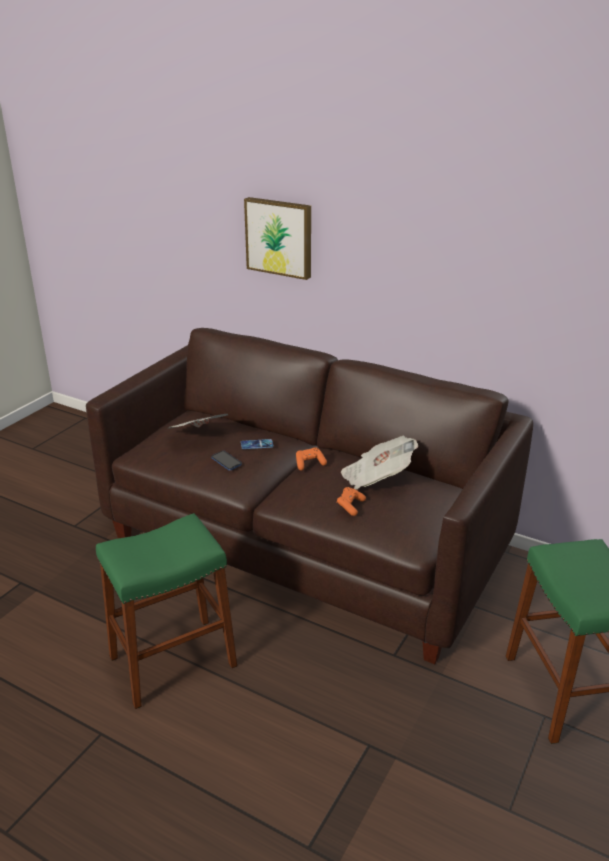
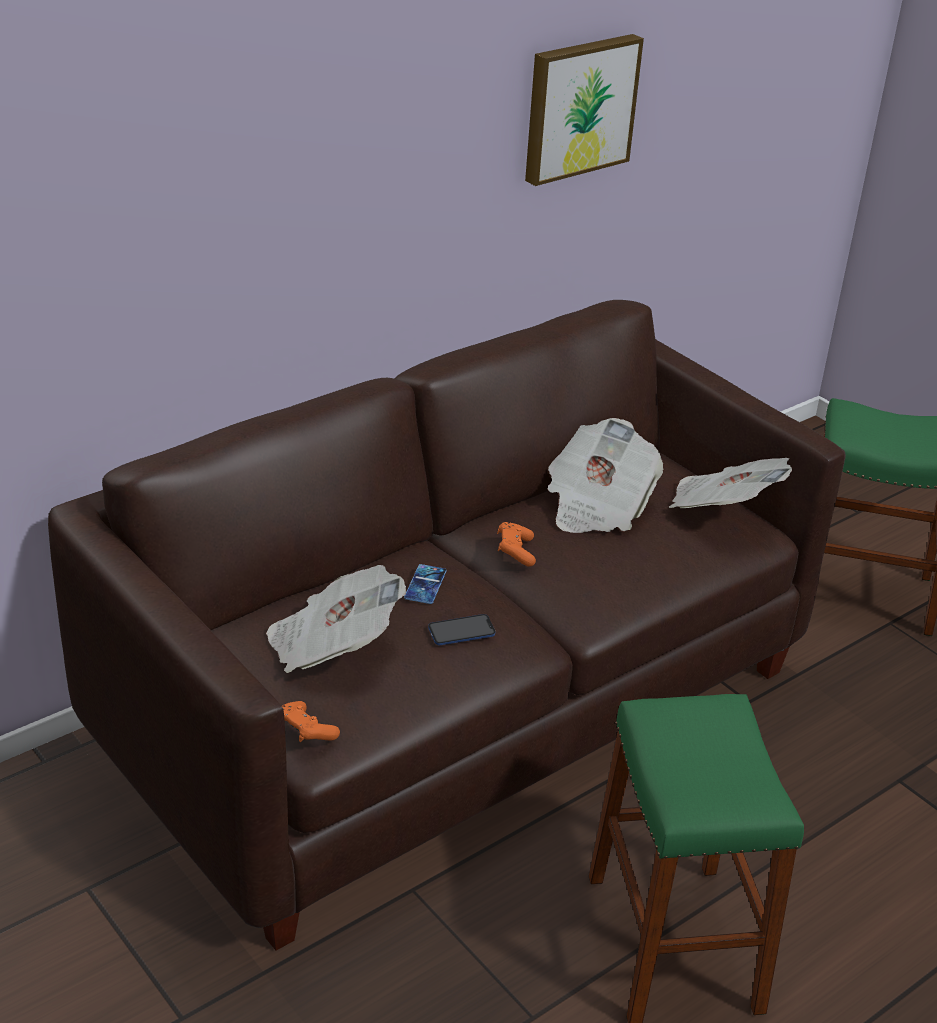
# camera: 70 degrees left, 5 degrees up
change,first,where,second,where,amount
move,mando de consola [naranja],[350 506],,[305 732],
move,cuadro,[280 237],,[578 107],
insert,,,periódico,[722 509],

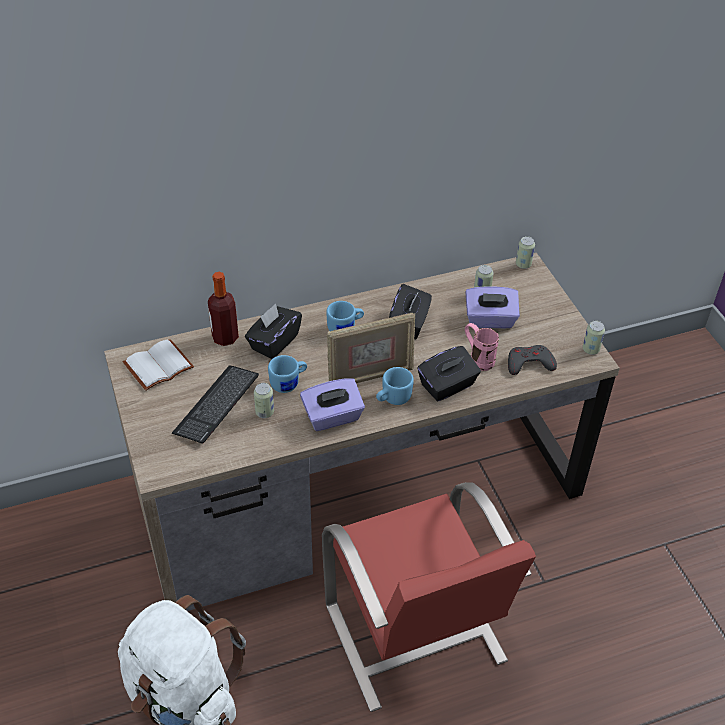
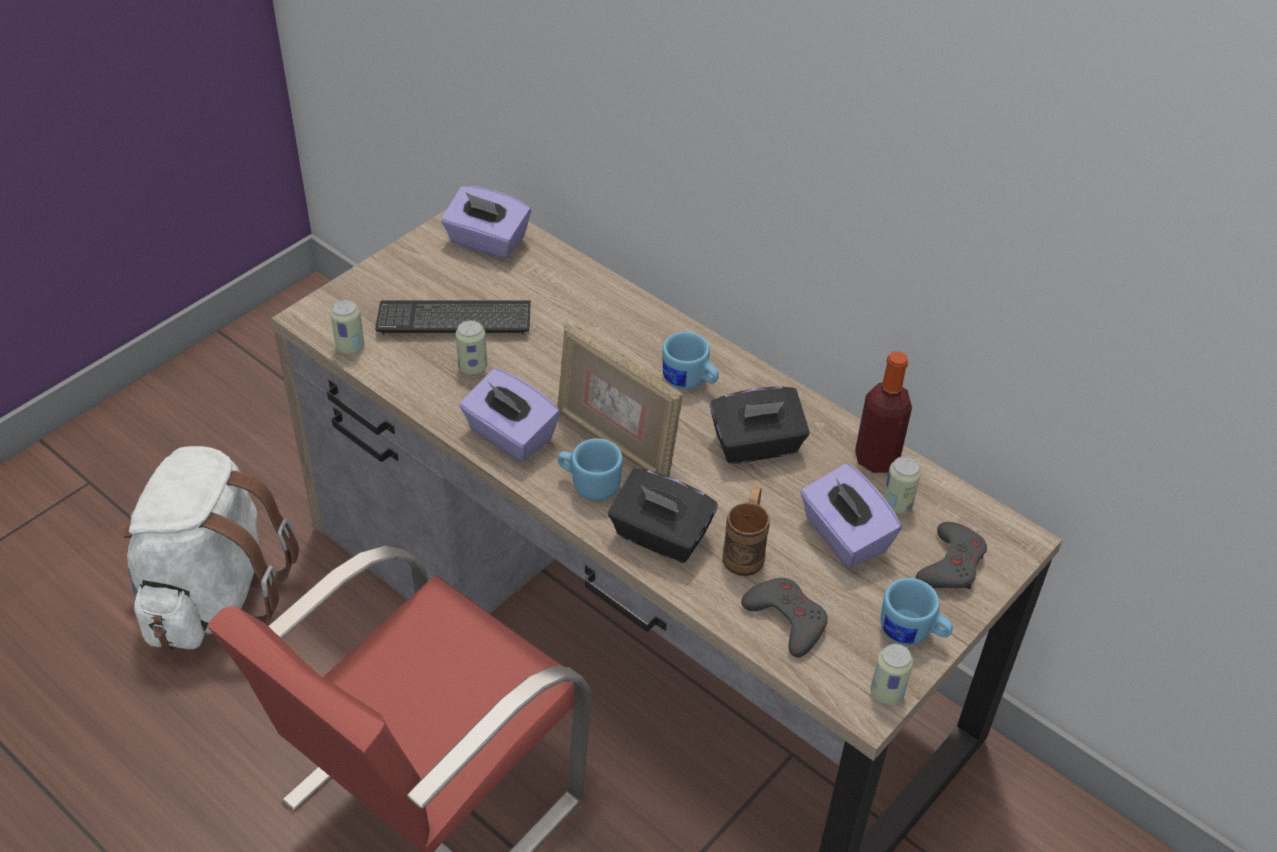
# camera: 60 degrees right, 0 degrees up
change,first,where,second,where,amount
move,lata,[523 264],,[350 346],
replace,libro [blanco],[158 364],caja de pañuelos [morado],[487 242],
recolor,taza grande [rosa],[478 359],taza grande [marrón],[746 551],
move,botella,[225 337],,[876 459],
move,taza grande [azul],[289 383],,[912 633],
insert,,,mando de consola [gris],[951 564],
delete,caja de pañuelos [negro],[274 342],,,

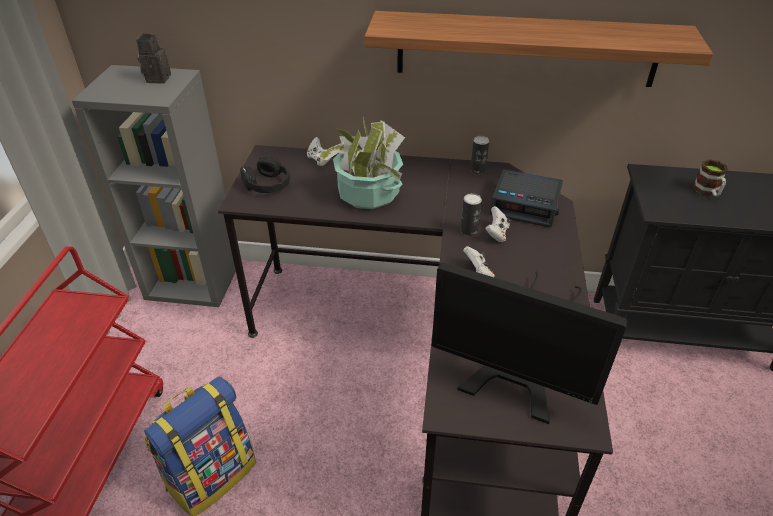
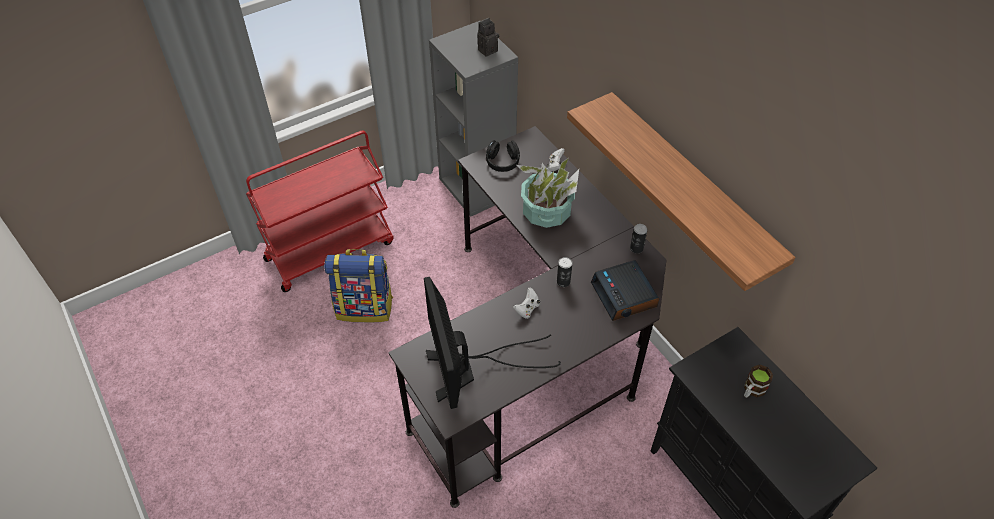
# camera: 50 degrees right, 10 degrees up
change,first,where,second,where,amount
delete,mando de consola [blanco],[496 233],,,

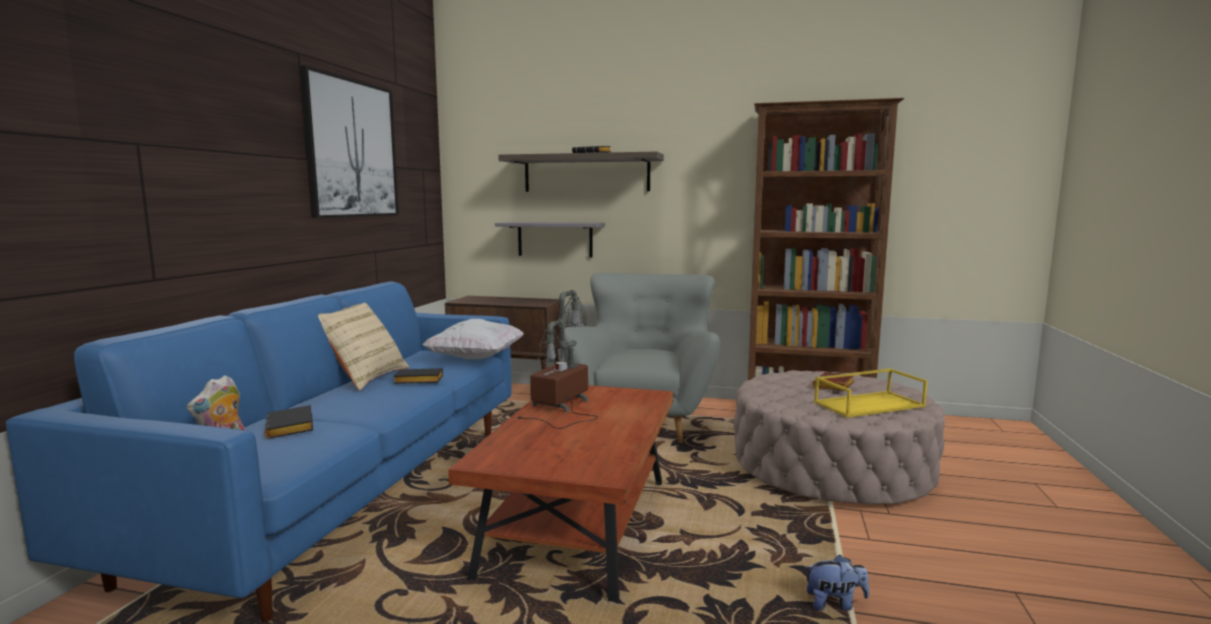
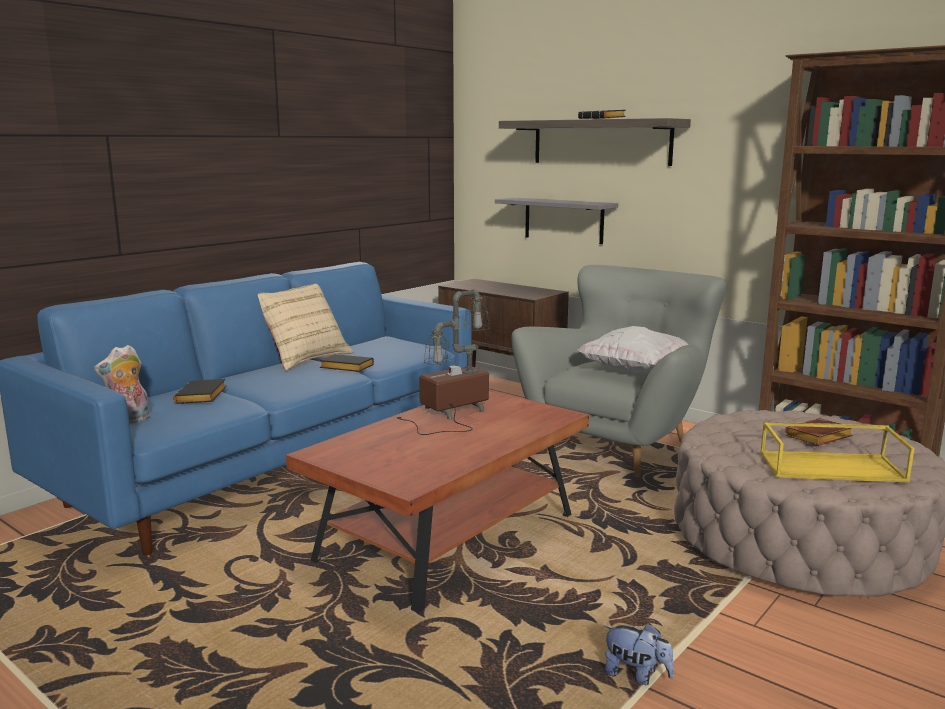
# camera: 25 degrees right, 5 degrees up
change,first,where,second,where,amount
move,cojín [blanco],[475 358],,[633 371],
delete,cuadro,[352 149],,,

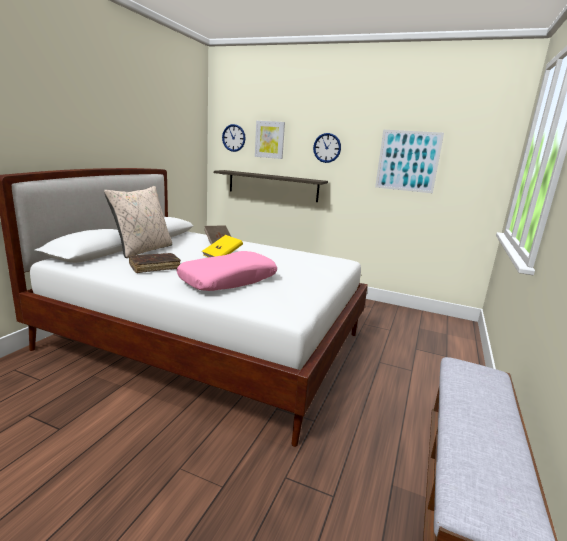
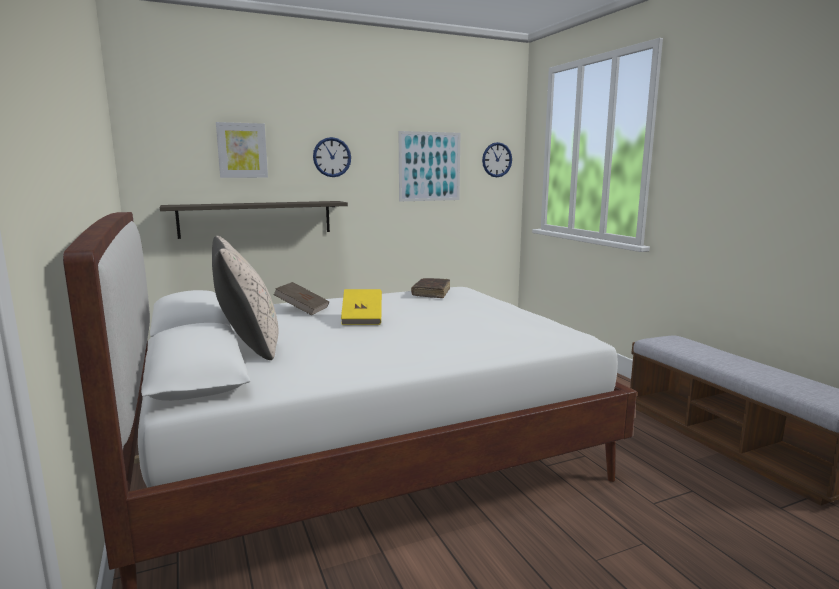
# camera: 45 degrees left, 5 degrees down
change,first,where,second,where,amount
move,libro [marrón],[154 267],,[431 293],
move,reloj de pared,[233 138],,[497 160],
delete,cojín [rosa],[228 280],,,

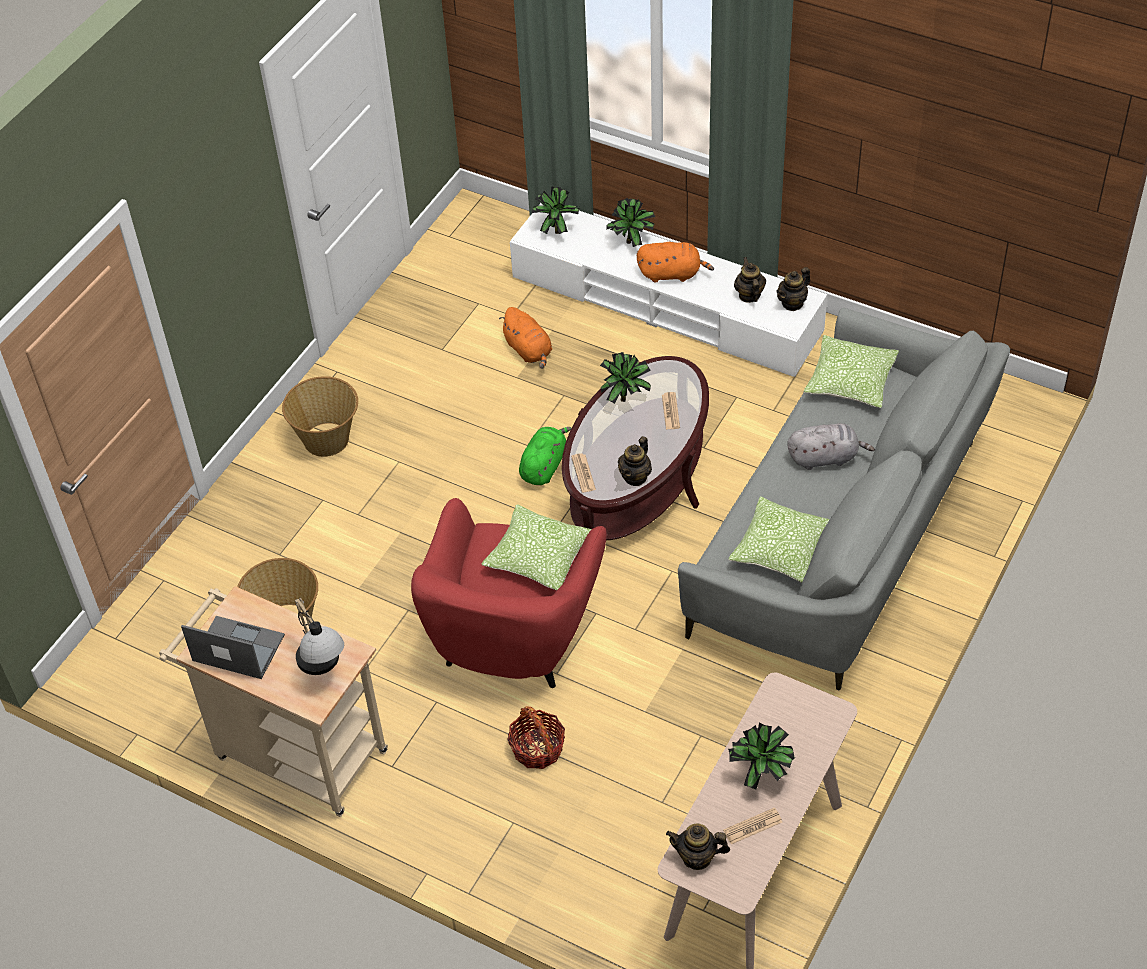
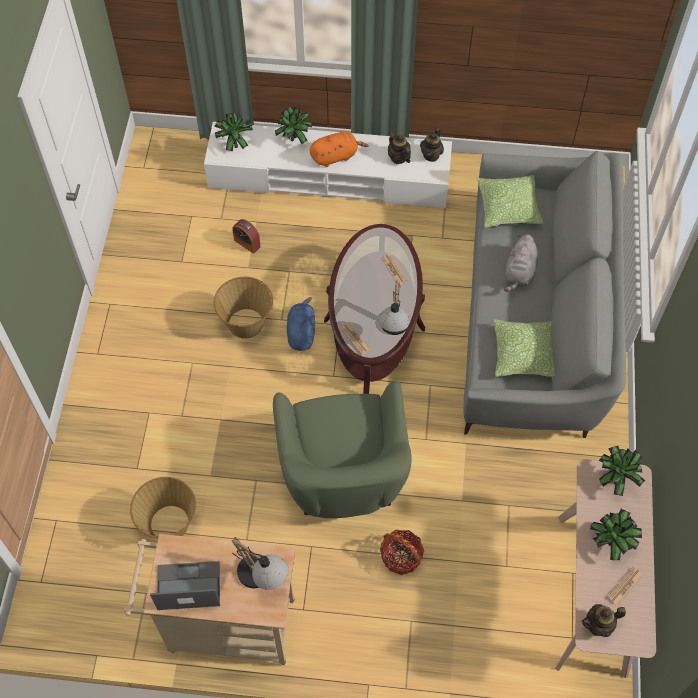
# camera: 25 degrees left, 10 degrees up
change,first,where,second,where,amount
move,cesta,[327 439],,[246 323],
replace,peluche [naranja],[529 350],despertador,[247 243],
recolor,sillón [rojo],[513 637],sillón [verde],[343 475],
recolor,peluche [verde],[544 466],peluche [azul],[301 332],
replace,tetera,[635 476],lámpara de mesa,[393 329],
rotate,peluche [gris],[825 457],,[519 272],135 degrees clockwise
move,planta en maceta,[625 397],,[616 479],
delete,cojín,[538 557],,,

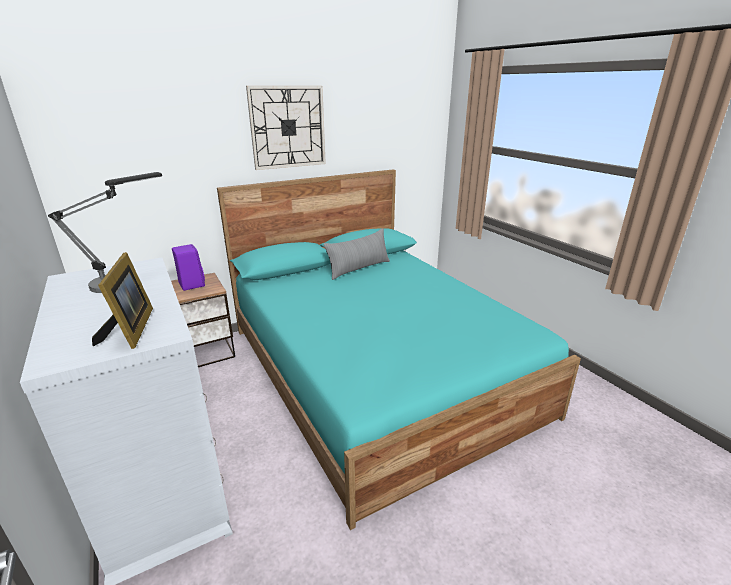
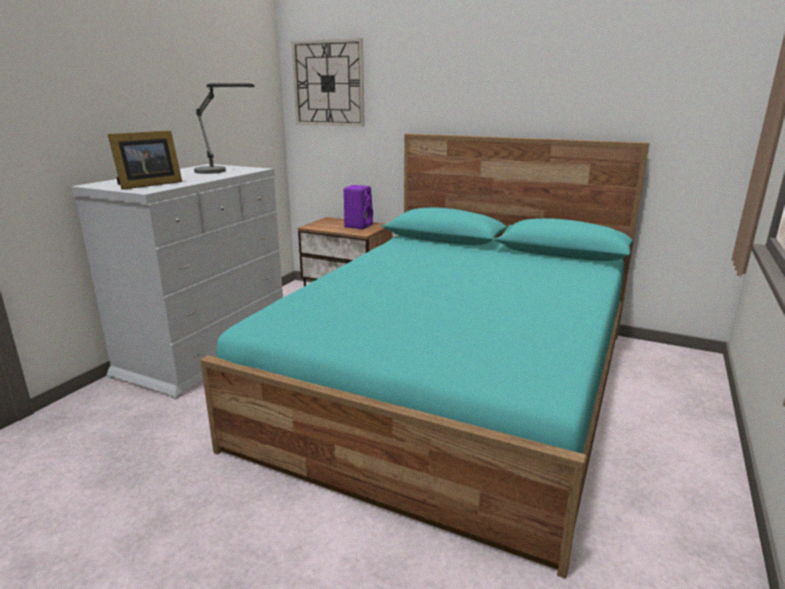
# camera: 55 degrees right, 5 degrees down
change,first,where,second,where,amount
move,reloj de pared,[288 127],,[328 83],
delete,cojín [gris],[359 268],,,

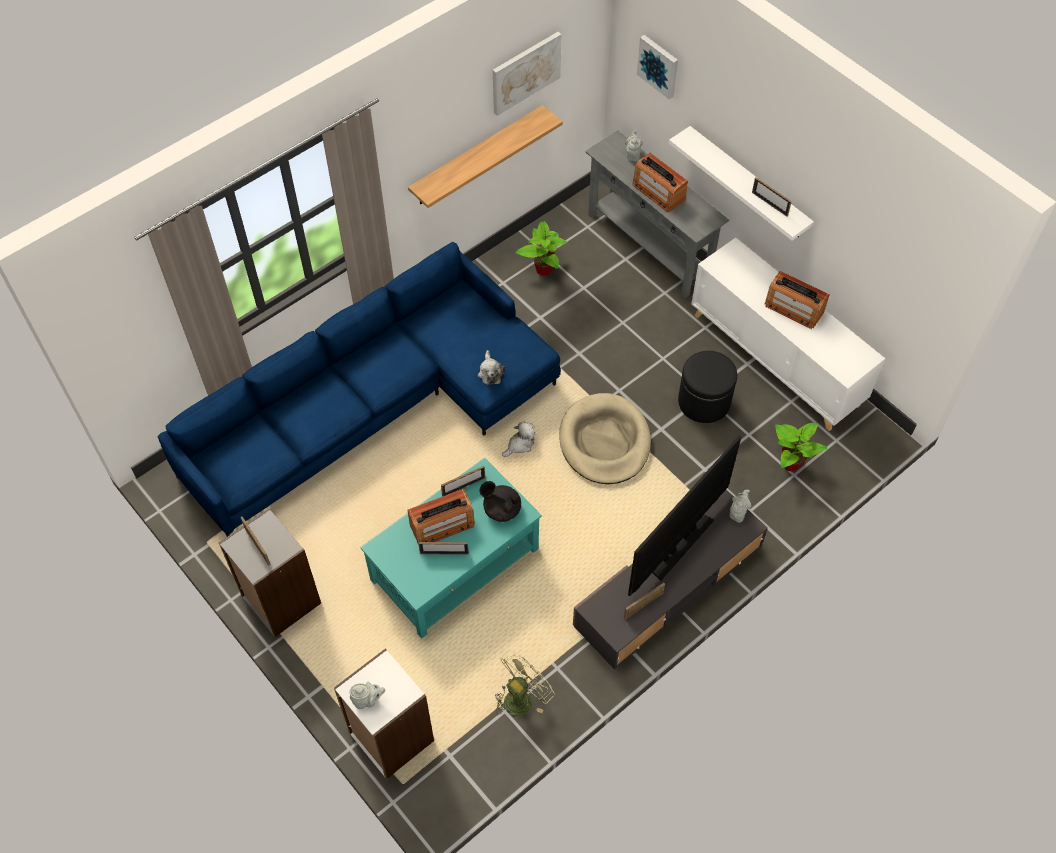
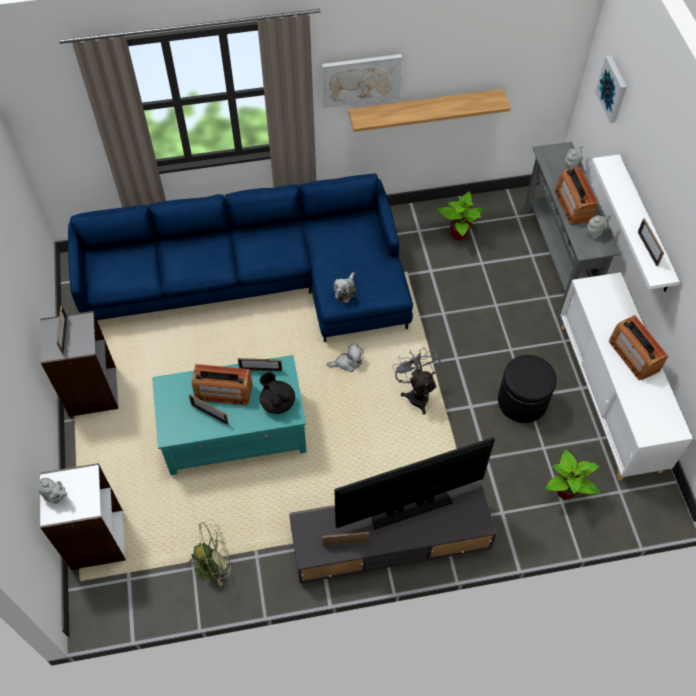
# camera: 30 degrees right, 0 degrees up
change,first,where,second,where,amount
move,cuadro,[525 72],,[361 79],
replace,cama para perro [beis],[604 441],ventilador [gris],[416 393],
move,tetera [gris],[738 512],,[595 233],

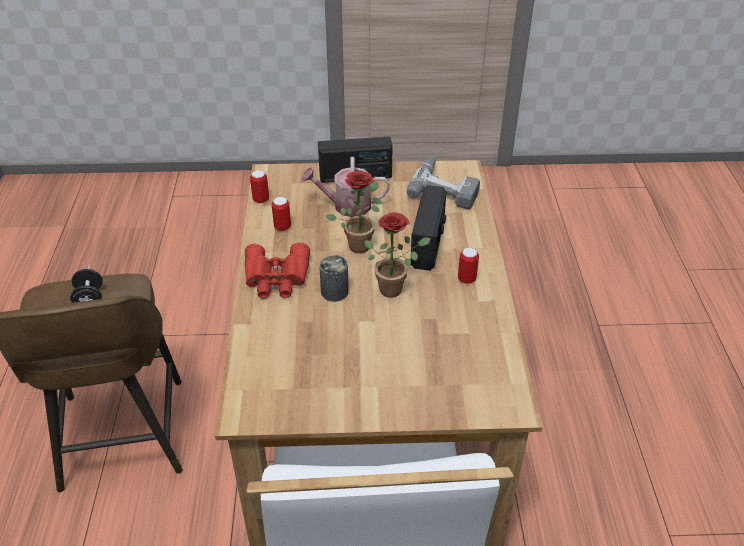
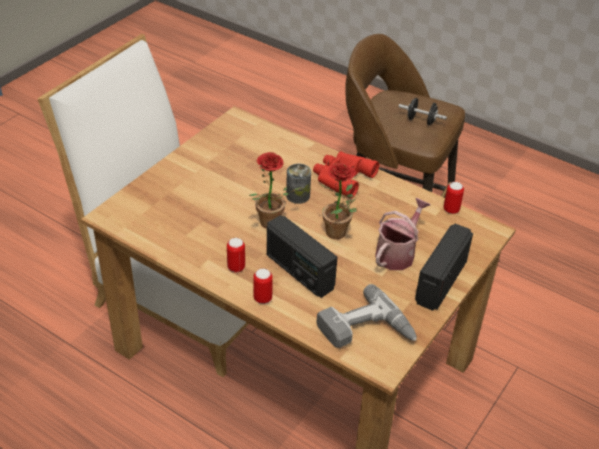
# camera: 125 degrees right, 0 degrees up
change,first,where,second,where,amount
move,lata,[282 227],,[262 298],

